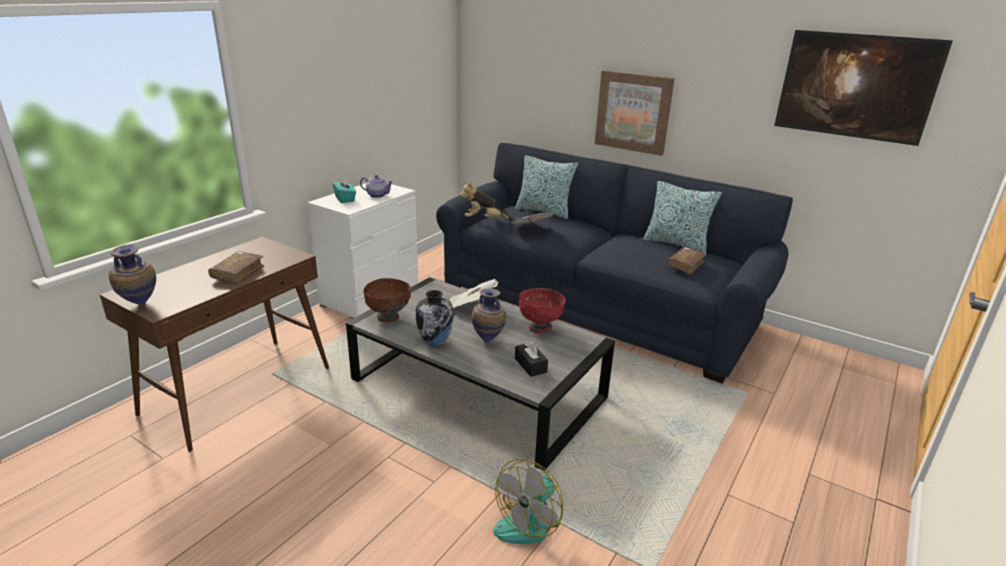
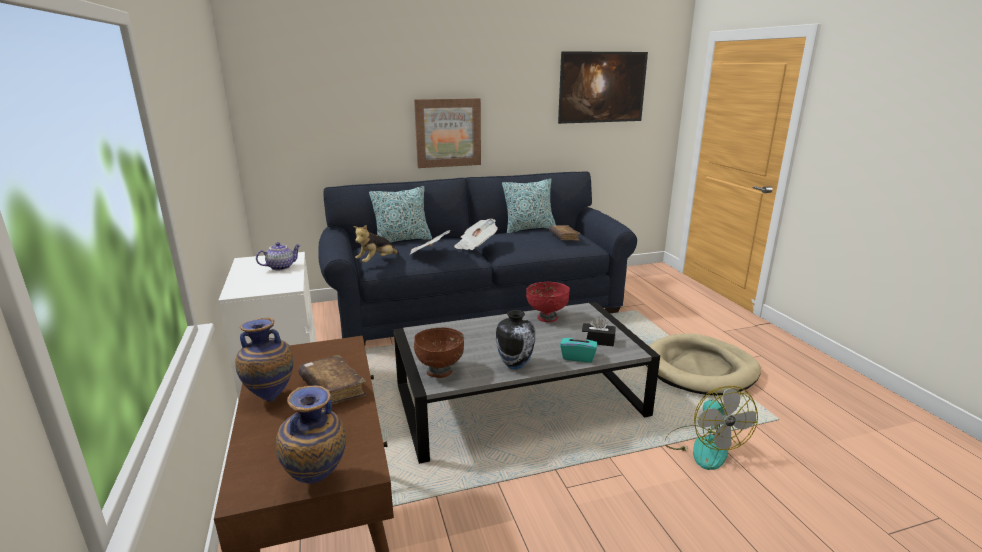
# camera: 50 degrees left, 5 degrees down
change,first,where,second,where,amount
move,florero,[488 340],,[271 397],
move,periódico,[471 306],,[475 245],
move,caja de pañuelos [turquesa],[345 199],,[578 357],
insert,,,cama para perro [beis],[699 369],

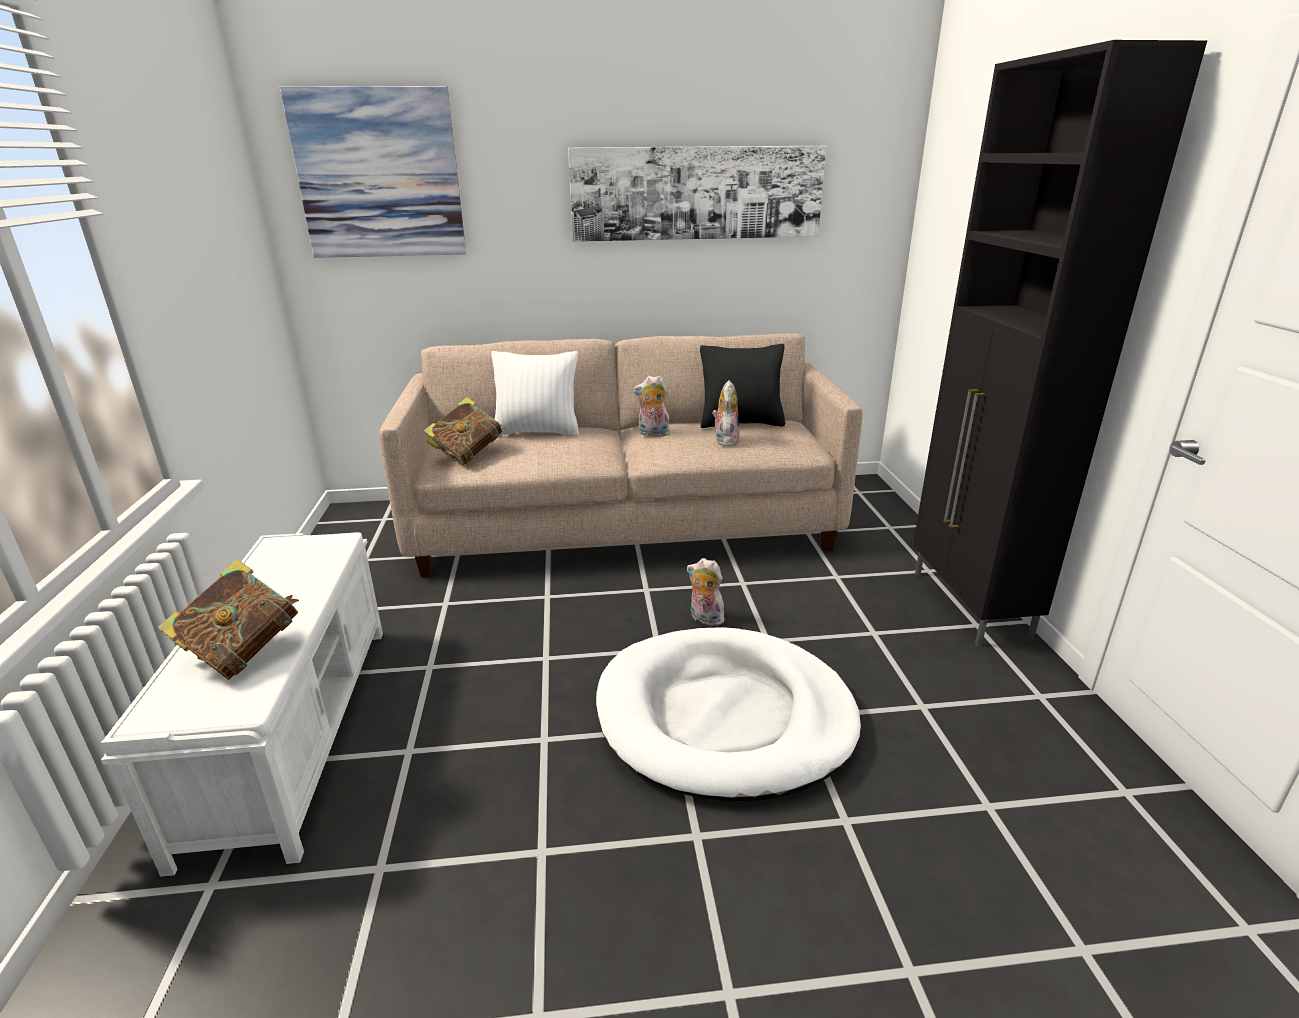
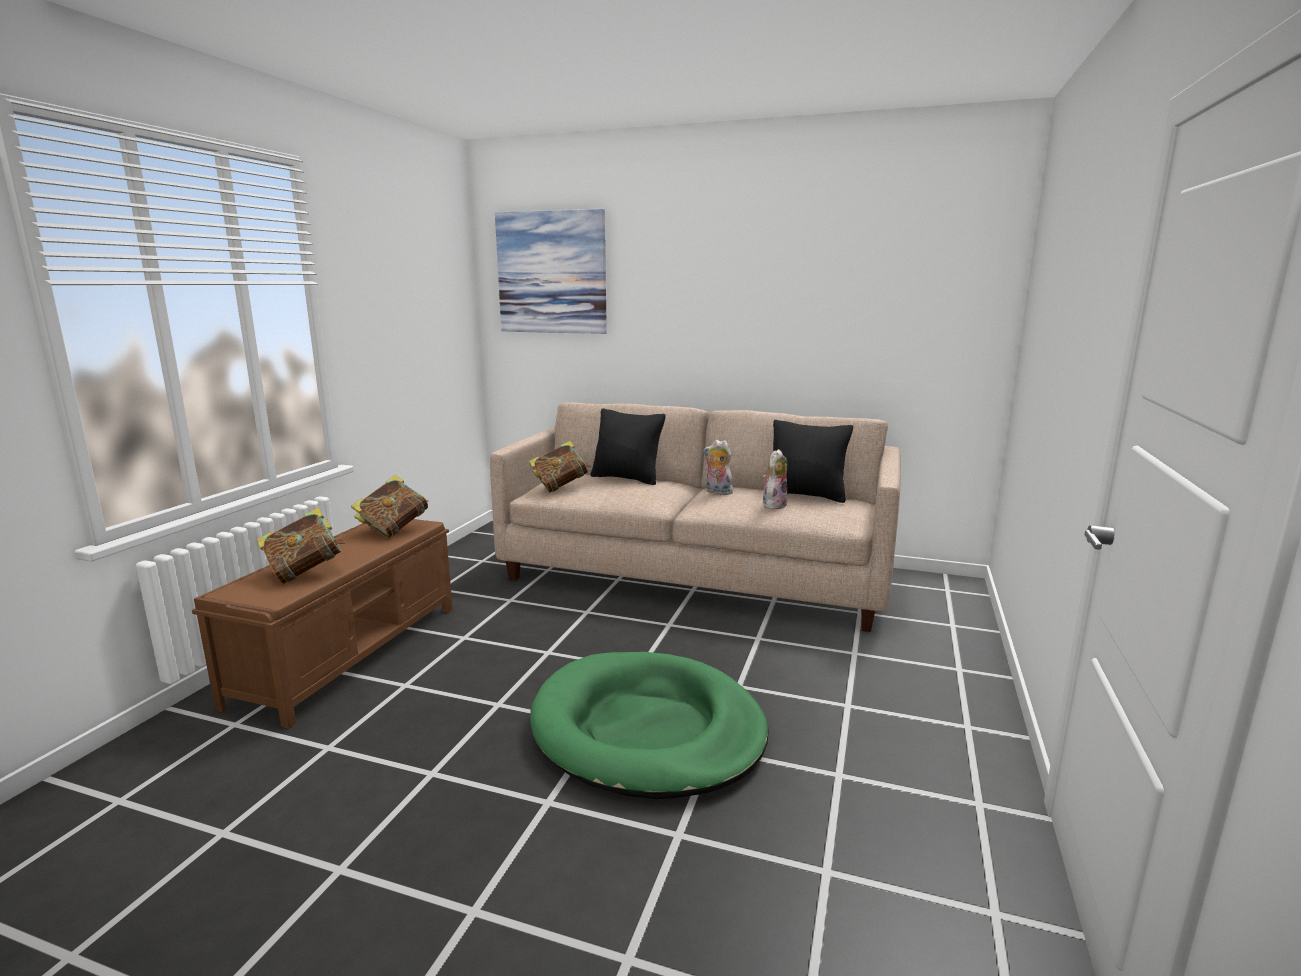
# camera: 25 degrees right, 10 degrees down
change,first,where,second,where,amount
recolor,banco [blanco],[294 729],banco [marrón],[351 652],
insert,,,libro,[394 530],
recolor,cama para perro [blanco],[725 717],cama para perro [verde],[647 730],
recolor,cojín [blanco],[538 432],cojín [negro],[627 479],
delete,cuadro,[697 193],,,
delete,peluche,[704 619],,,
delete,armario [negro],[969 606],,,

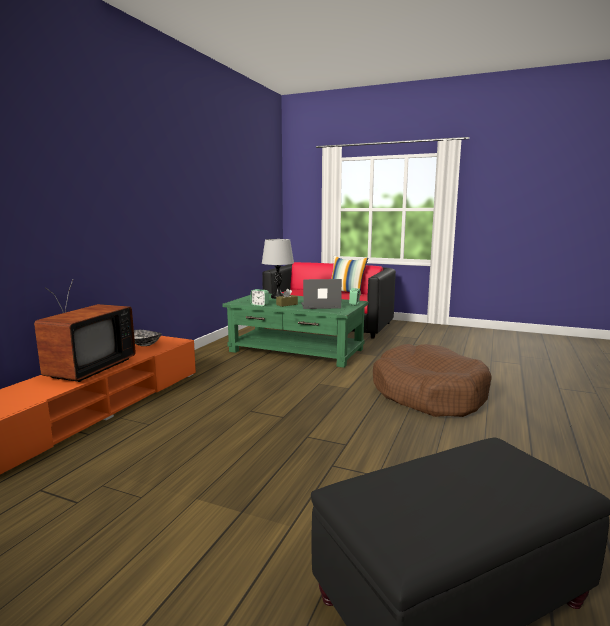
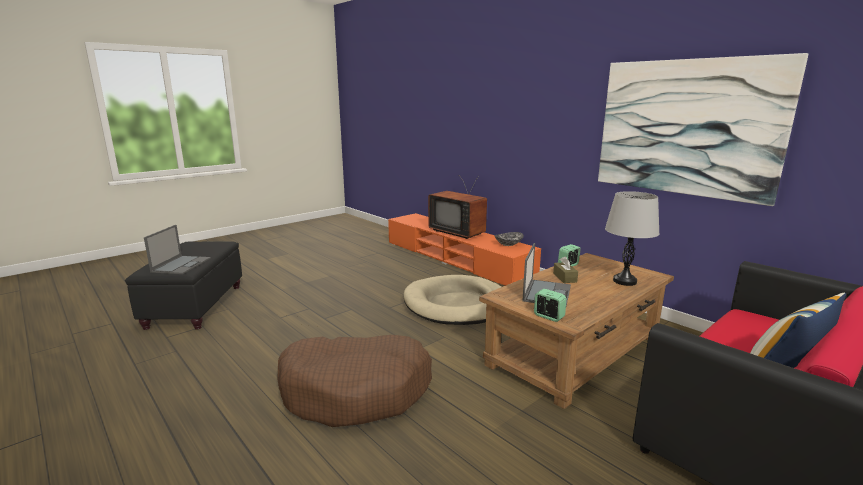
# camera: 115 degrees right, 5 degrees up
change,first,where,second,where,amount
insert,,,portátil,[181 265],
insert,,,cama para perro [beis],[458 305],
recolor,mesa de centro [verde],[297 350],mesa de centro [marrón],[574 351],
insert,,,cuadro,[686 128],

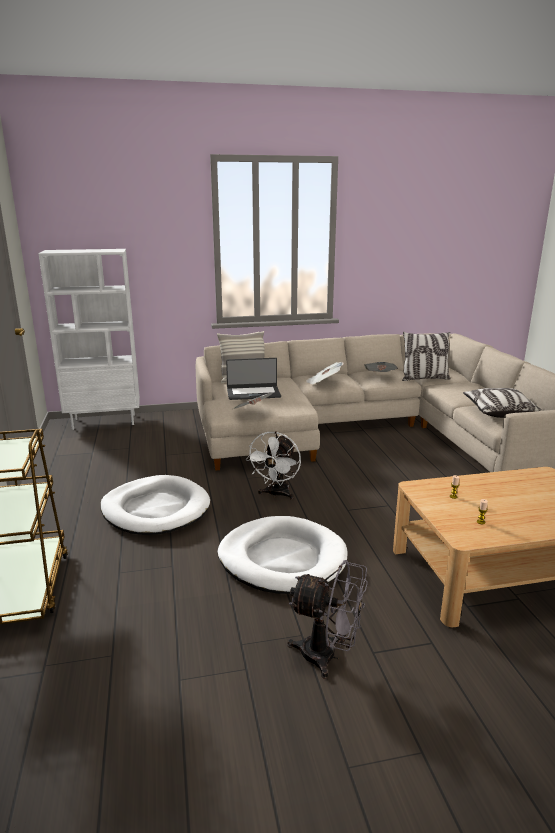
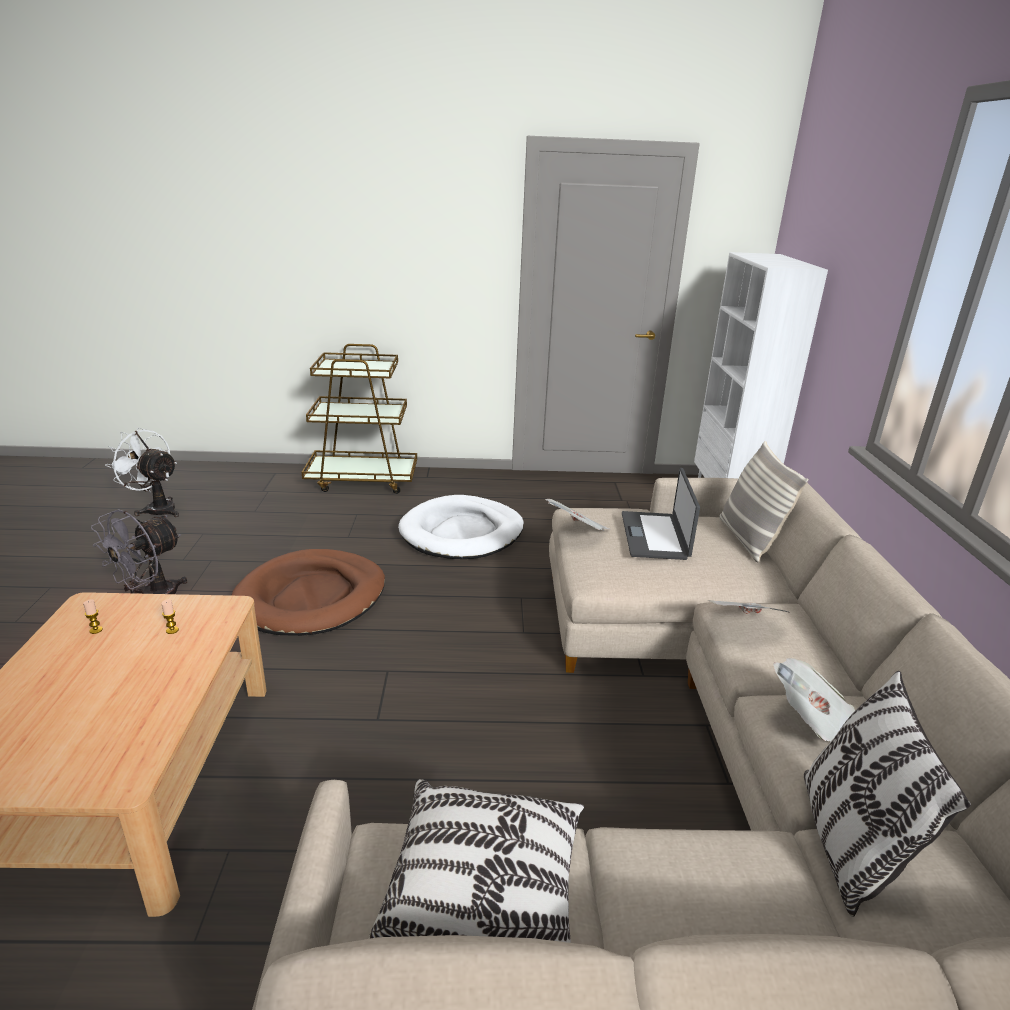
# camera: 100 degrees right, 5 degrees up
change,first,where,second,where,amount
move,ventilador [blanco],[276 494],,[156 508],
recolor,cama para perro [blanco],[282 559],cama para perro [marrón],[312 597],

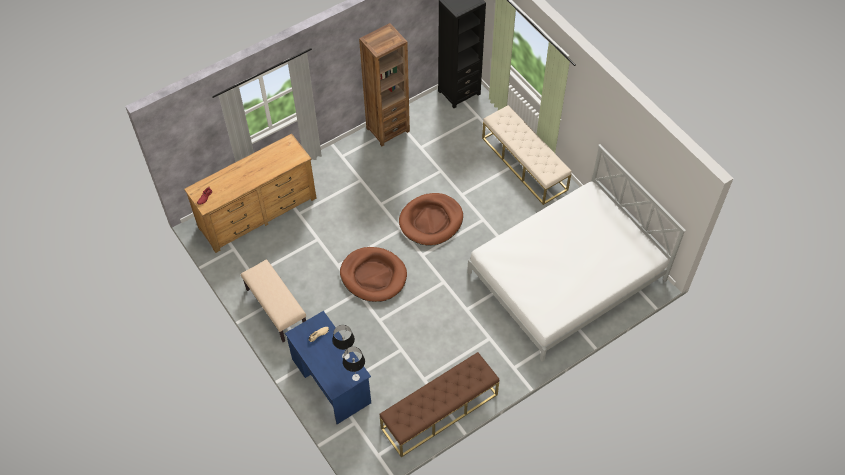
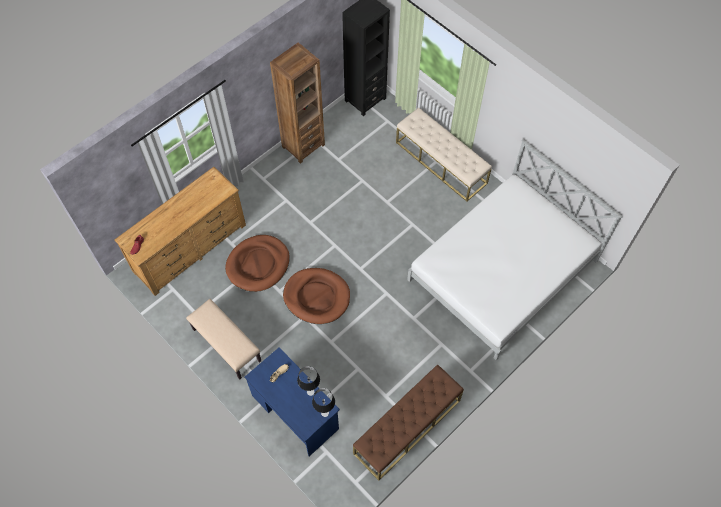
# camera: 10 degrees left, 5 degrees up
change,first,where,second,where,amount
move,cama para perro [marrón],[431 221],,[258 264],

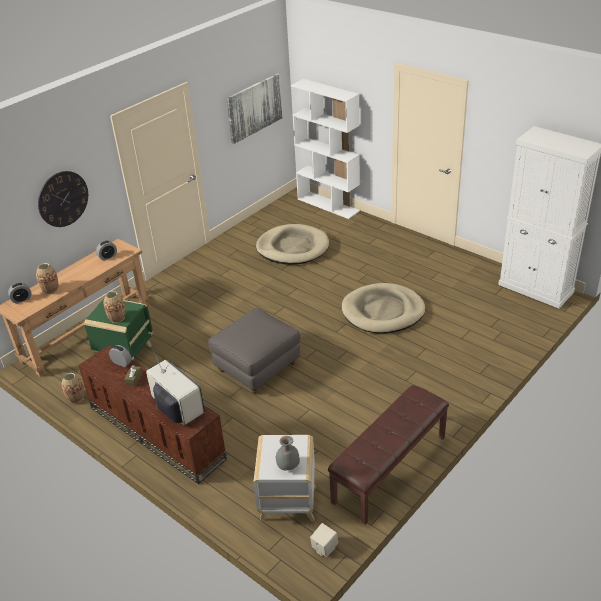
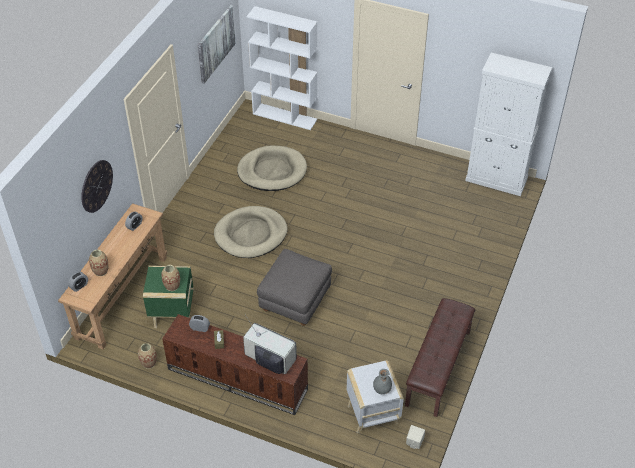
# camera: 20 degrees left, 10 degrees up
change,first,where,second,where,amount
move,cama para perro [beis],[383 311],,[251 234],

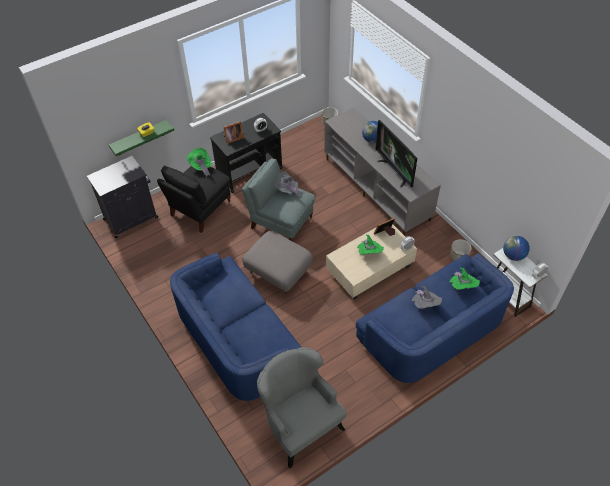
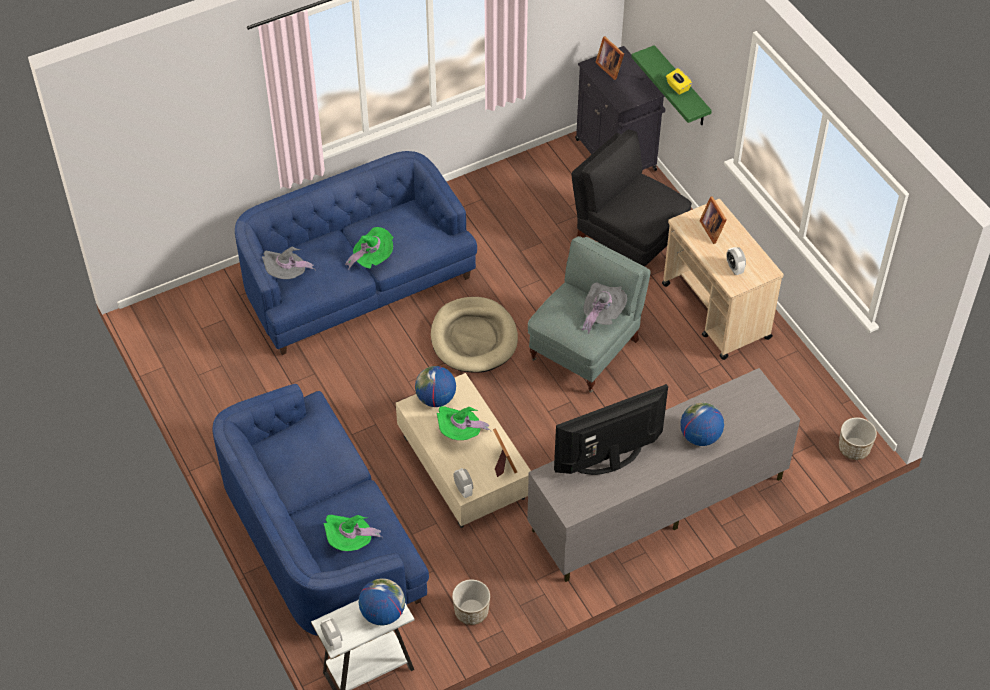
# camera: 95 degrees right, 0 degrees up
change,first,where,second,where,amount
move,sombrero [gris],[424 304],,[287 274],
move,sombrero [verde],[201 166],,[372 258],
insert,,,globo terráqueo,[435 399],
replace,puf [gris],[278 273],cama para perro [beis],[474 338],
insert,,,portarretratos,[610 67],
recolor,carrito [negro],[250 172],carrito [beis],[716 312],
delete,sillón [gris],[300 425],,,

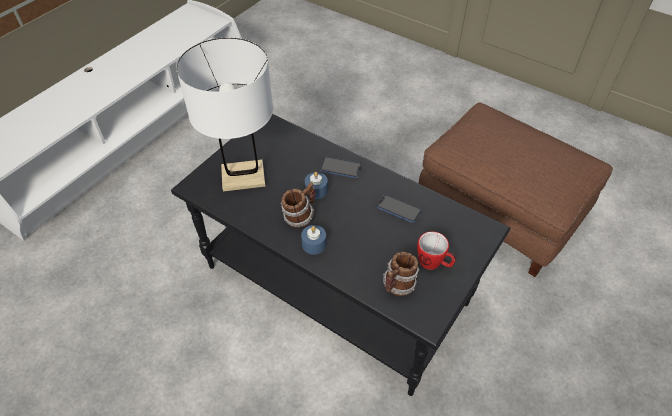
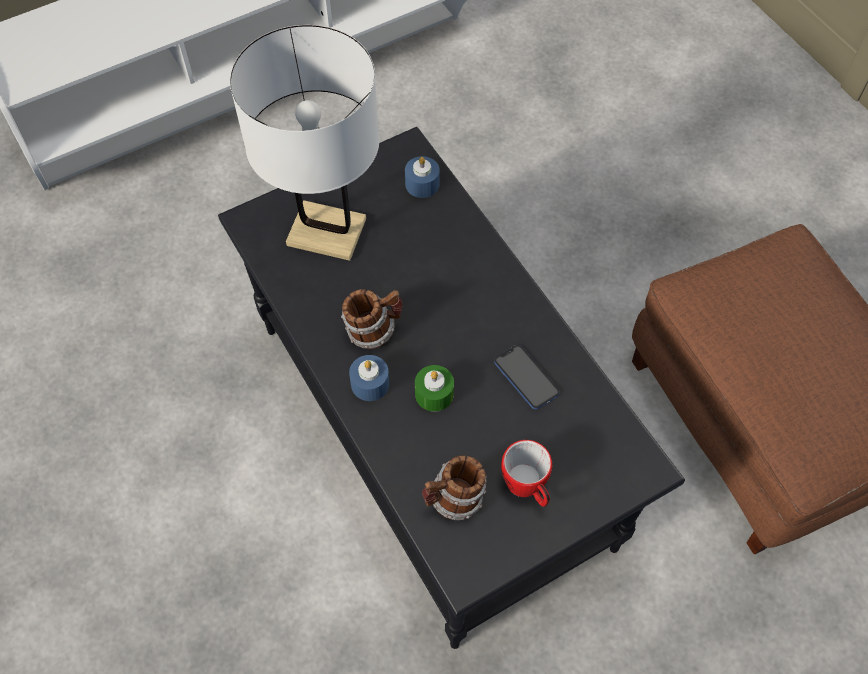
# camera: 25 degrees right, 10 degrees up
change,first,where,second,where,amount
move,vela [azul],[316 190],,[422 184],
insert,,,vela [verde],[434 394],
delete,móvil,[340 168],,,

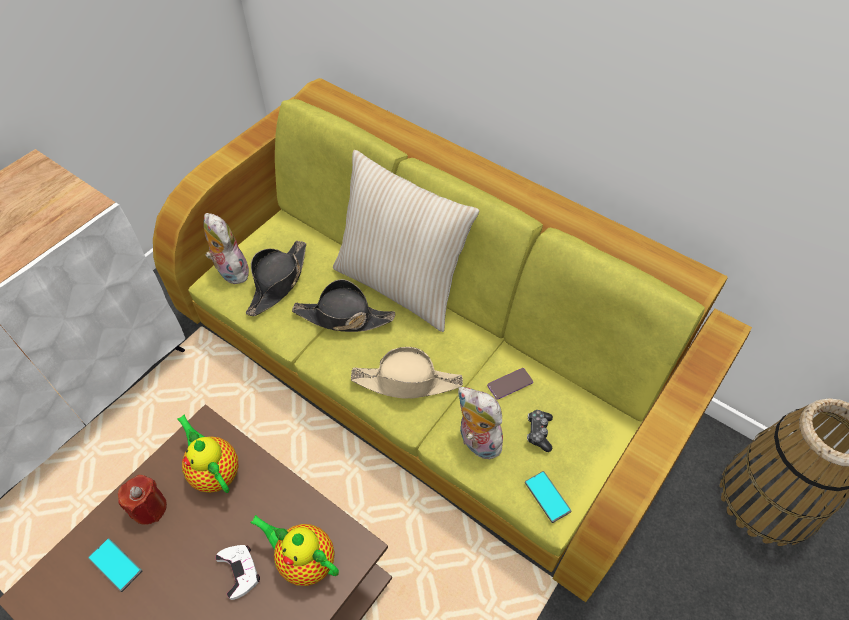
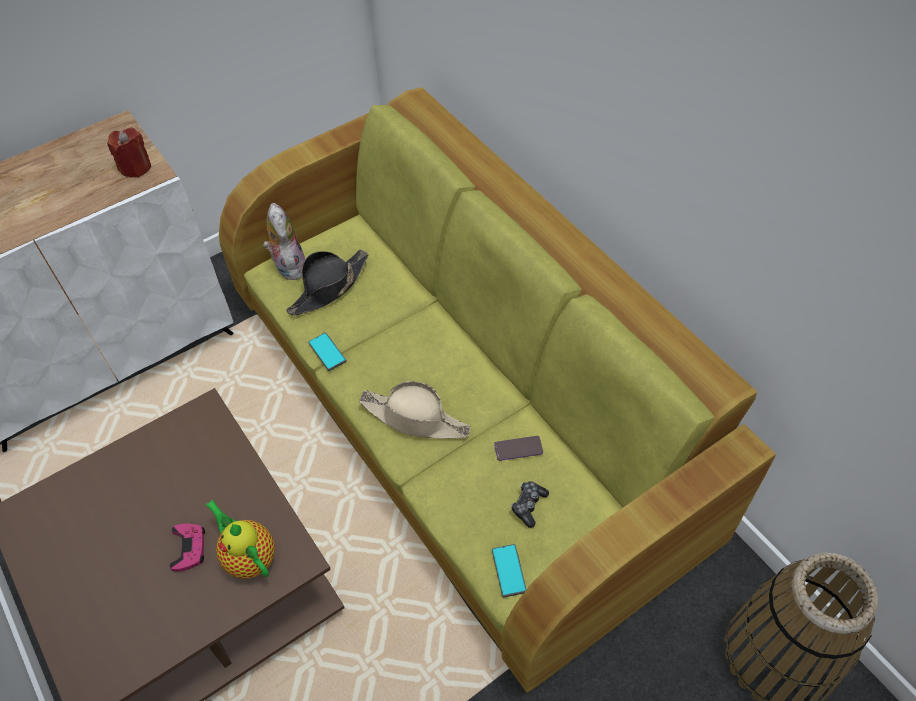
# camera: 20 degrees right, 0 degrees up
change,first,where,second,where,amount
move,vela [rojo],[149 508],,[135 167],
recolor,mando de consola [blanco],[239 571],mando de consola [rosa],[189 548],
move,móvil,[115 564],,[327 352],
delete,tetera,[214 471],,,
delete,sombrero [negro],[343 317],,,
delete,cojín [beis],[401 284],,,
delete,peluche,[476 442],,,

